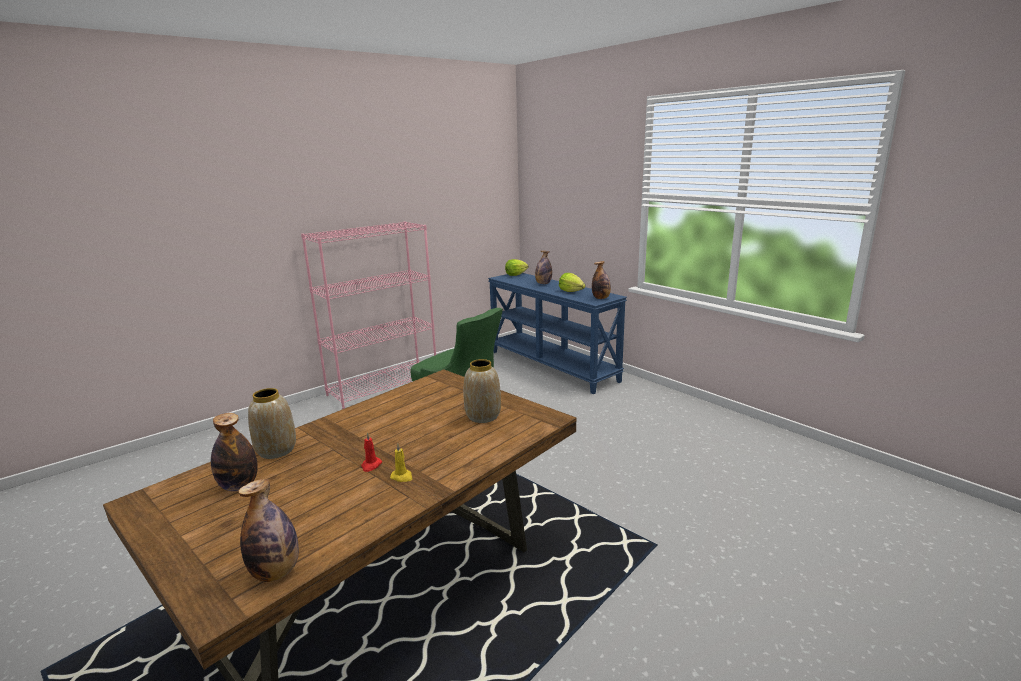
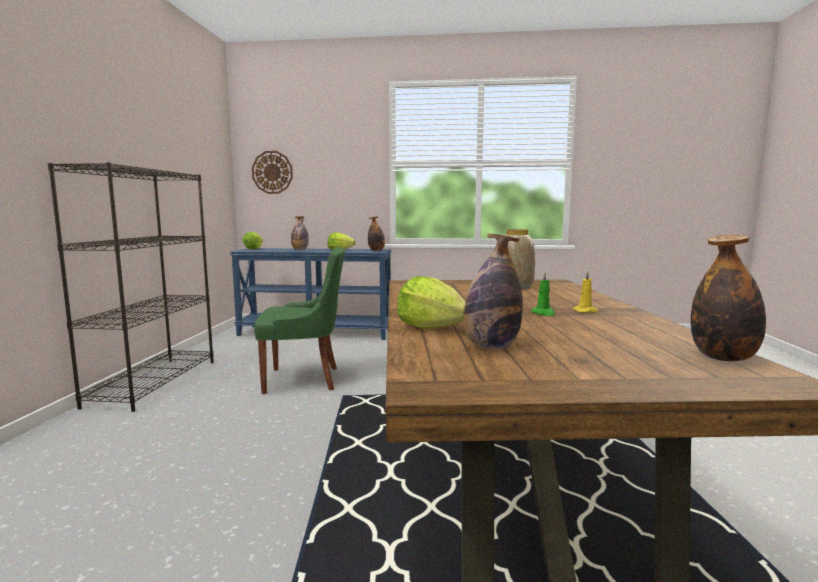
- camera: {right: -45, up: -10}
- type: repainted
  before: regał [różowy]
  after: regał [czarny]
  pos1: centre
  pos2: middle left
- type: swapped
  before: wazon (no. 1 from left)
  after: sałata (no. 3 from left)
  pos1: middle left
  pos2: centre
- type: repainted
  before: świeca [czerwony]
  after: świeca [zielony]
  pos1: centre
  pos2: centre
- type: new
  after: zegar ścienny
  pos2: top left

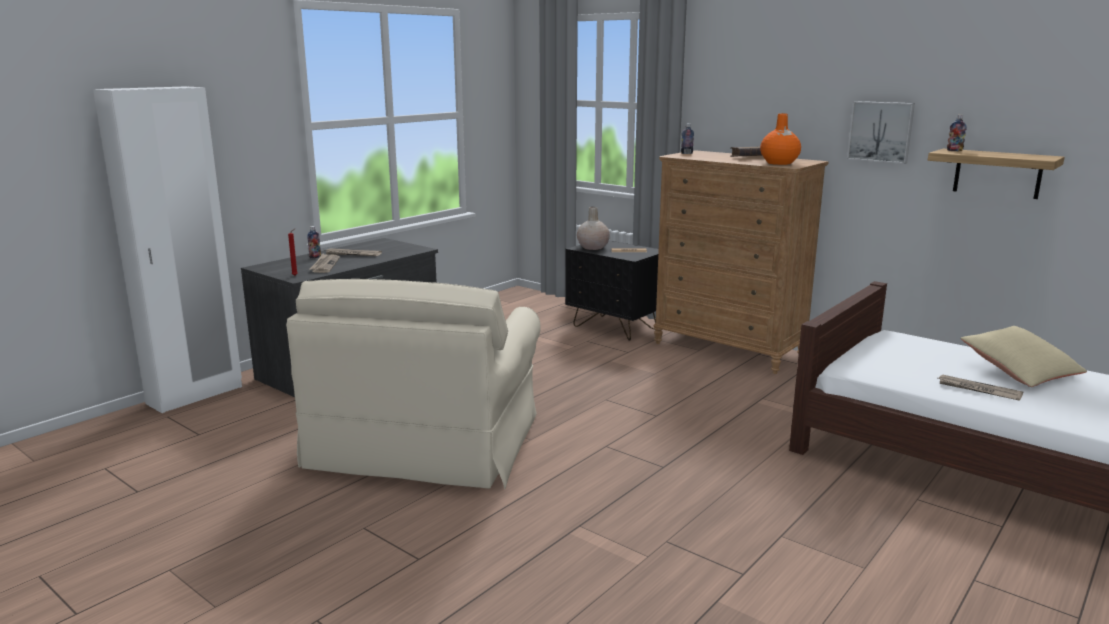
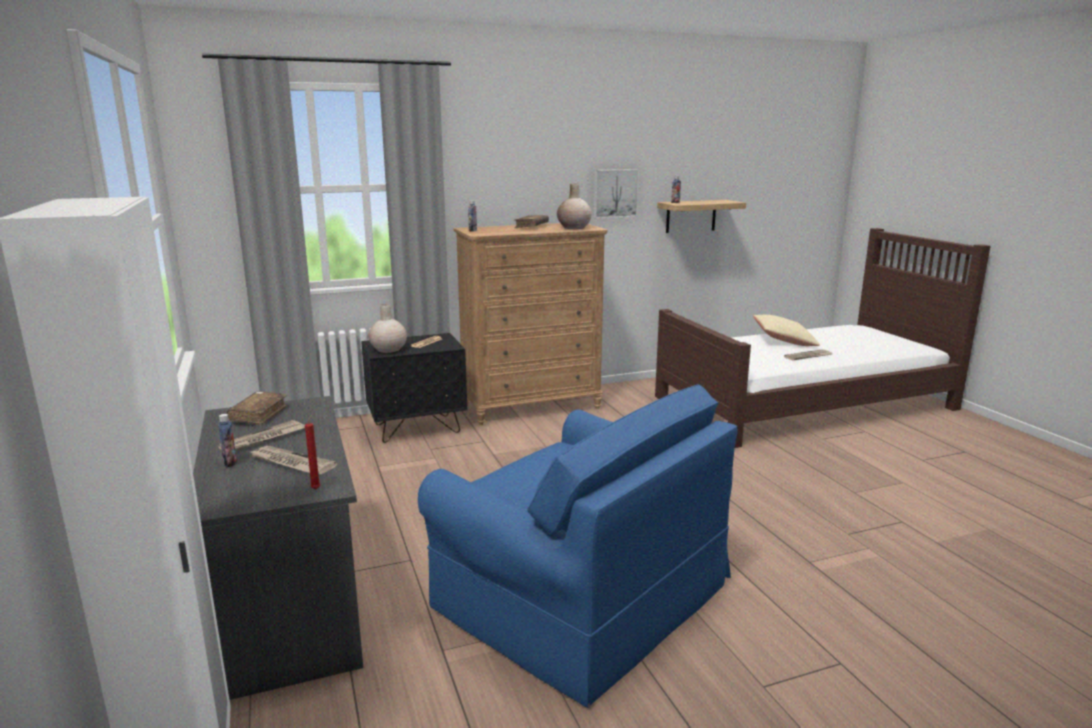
- camera: {right: -60, up: 0}
- type: repainted
  before: wazon [pomarańczowy]
  after: wazon [beżowy] (no. 2 from left)
  pos1: top right
  pos2: top centre
- type: repainted
  before: fotel [beżowy]
  after: fotel [niebieski]
  pos1: centre
  pos2: bottom centre
- type: new
  after: książka [brązowy] (no. 1 from left)
  pos2: middle left

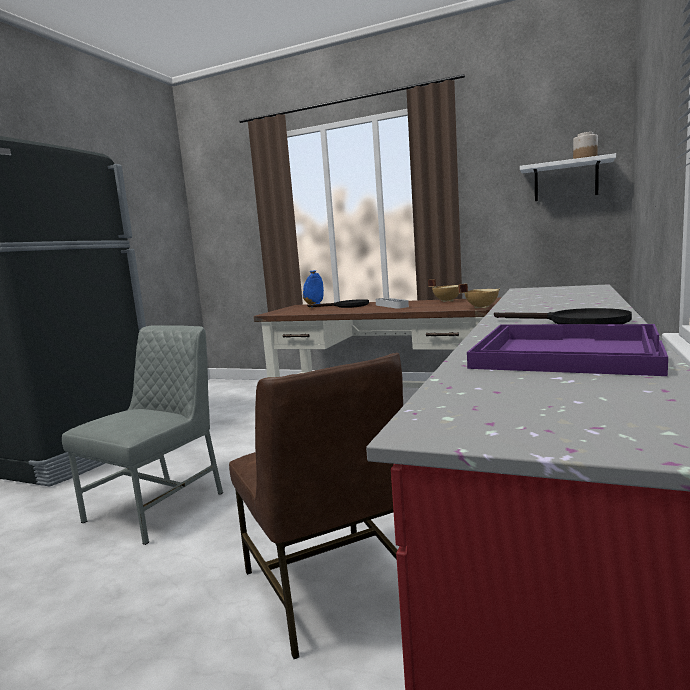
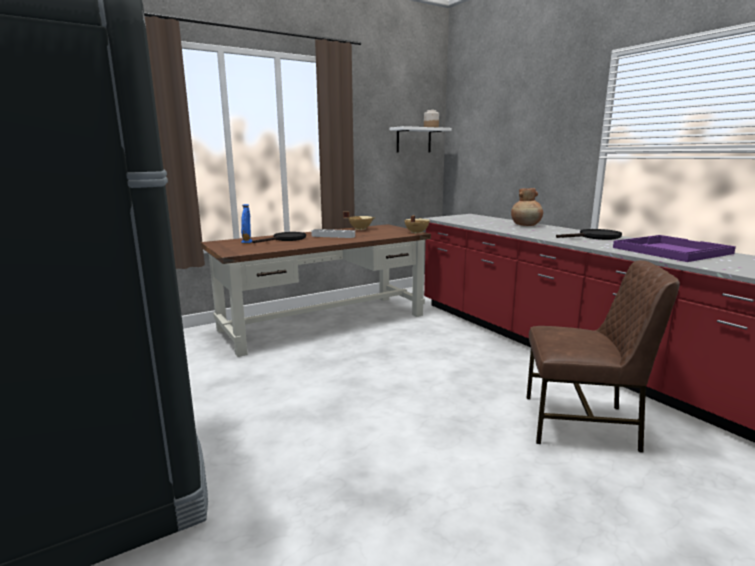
- camera: {right: -55, up: 5}
- type: gone
  before: krzesło [szary]
  pos1: middle left
- type: new
  after: wazon [brązowy]
  pos2: middle right

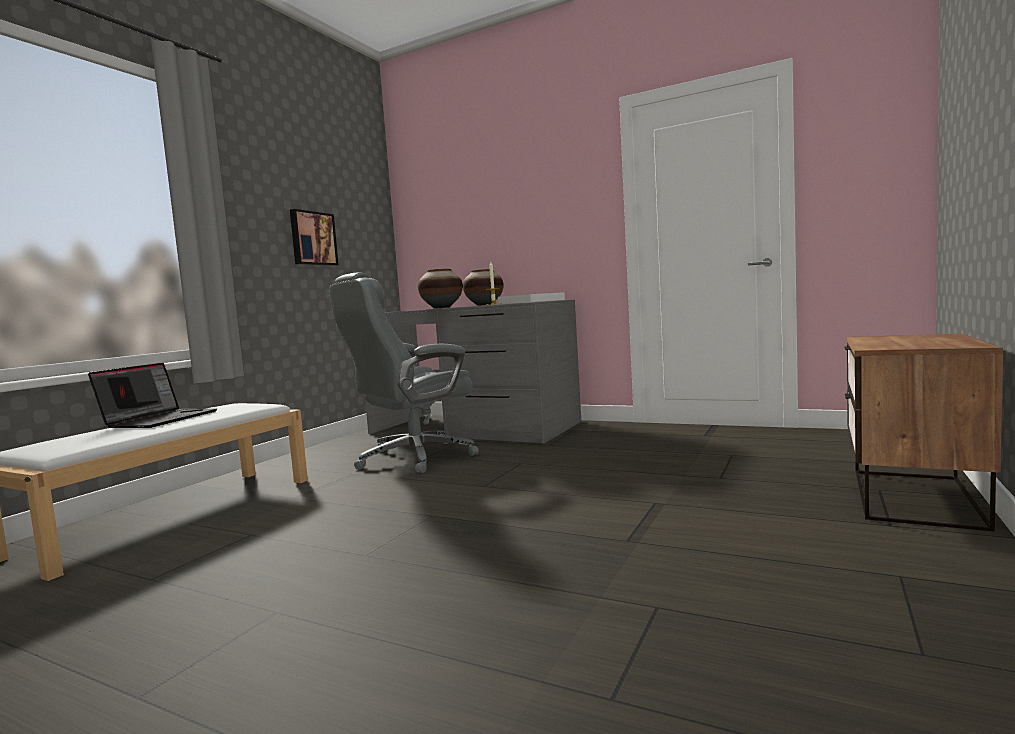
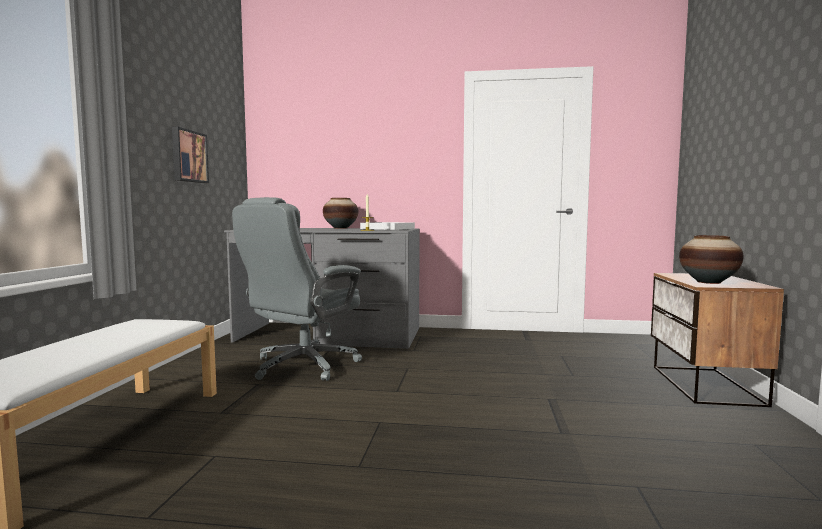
- camera: {right: -20, up: 0}
- type: shifted
  before: wazon (no. 1 from left in the first image)
  after: wazon (no. 2 from left)
  pos1: centre
  pos2: middle right
- type: gone
  before: laptop
  pos1: middle left

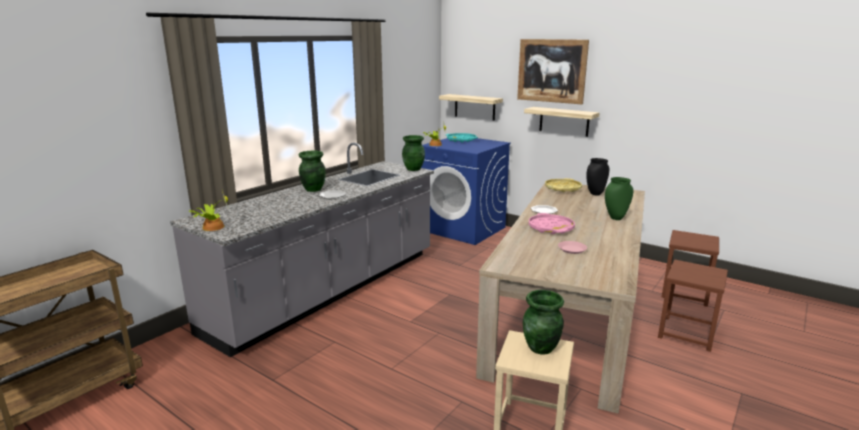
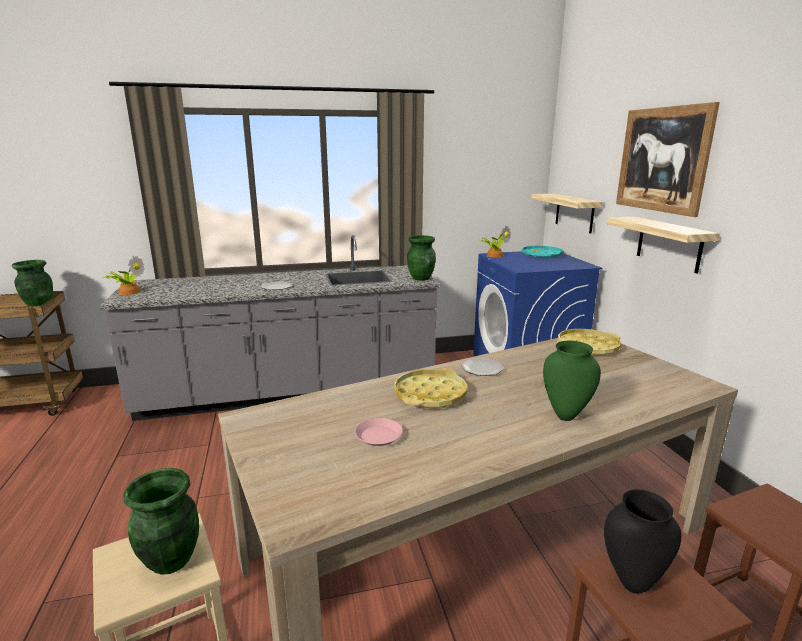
- camera: {right: 40, up: 0}
- type: shifted
  before: wazon [zielony] (no. 1 from left)
  pos1: centre
  pos2: middle left
- type: shifted
  before: wazon [czarny]
  pos1: middle right
  pos2: bottom right
- type: repainted
  before: taca [różowy]
  after: taca [żółty] (no. 1 from left)
  pos1: centre
  pos2: centre

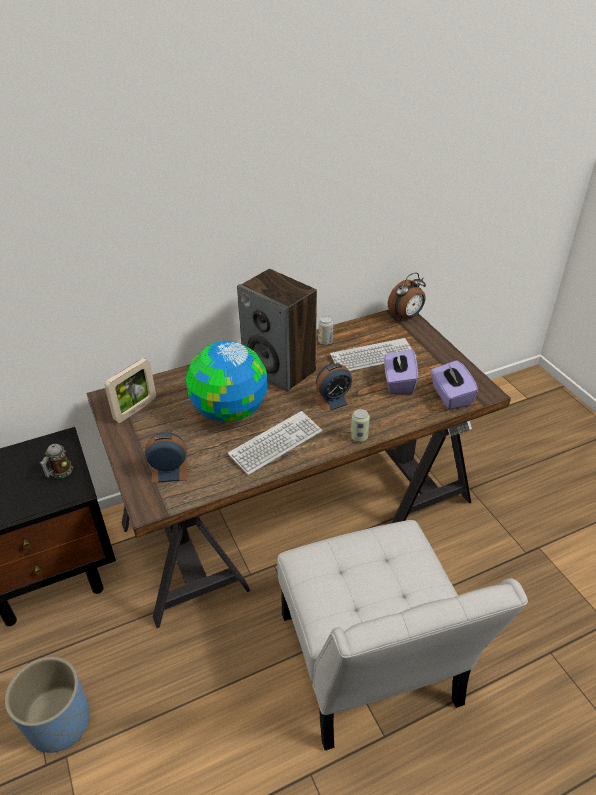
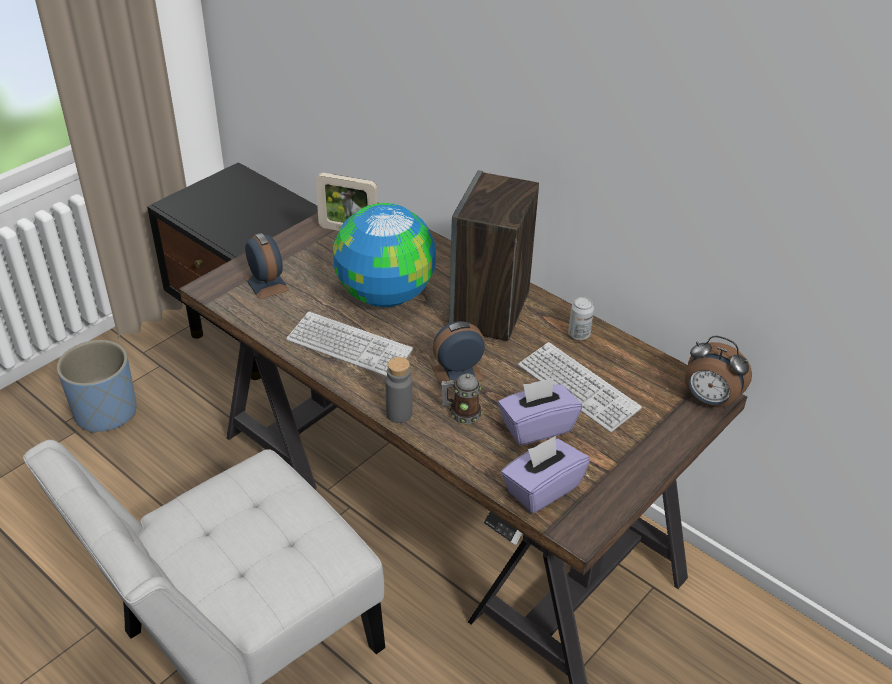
- camera: {right: 65, up: 0}
- type: rotated
  before: budzik (no. 2 from left)
  pos1: centre
  pos2: centre
  turn: 120
- type: swapped
  before: puszka (no. 2 from left)
  after: butelka [szary]
  pos1: centre
  pos2: centre
- type: shifted
  before: kubek
  pos1: middle left
  pos2: centre

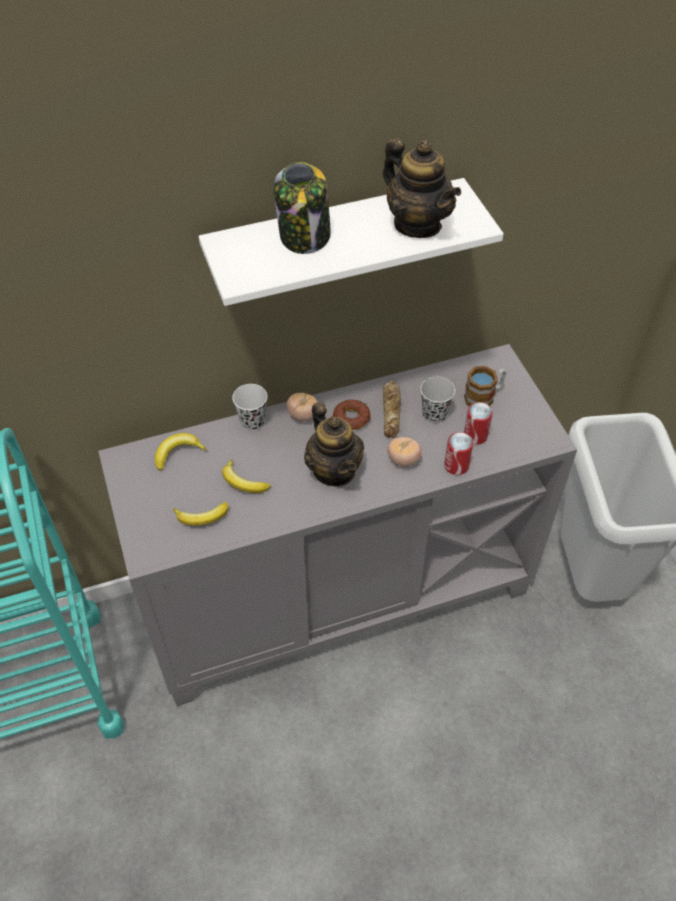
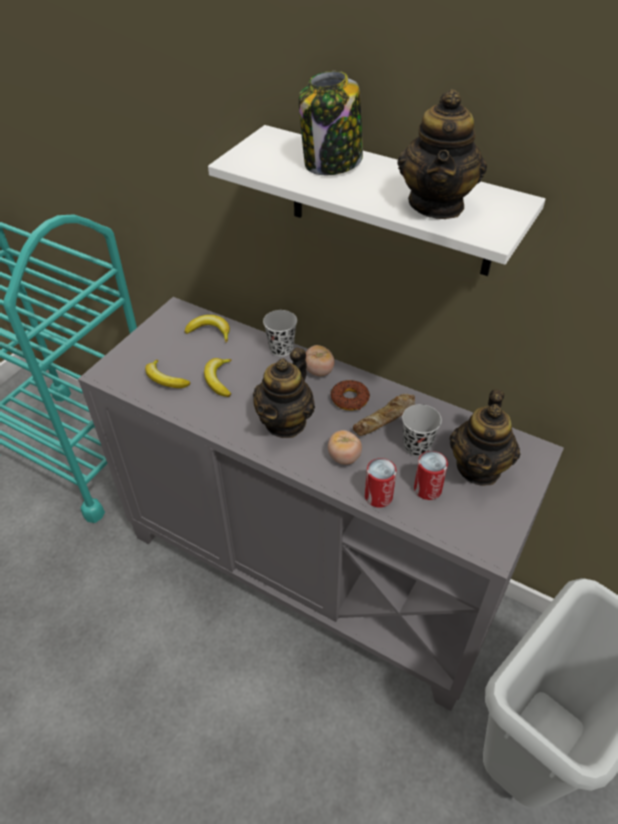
- camera: {right: 50, up: -5}
- type: swapped
  before: kubek
  after: imbryk (no. 3 from left)
  pos1: middle right
  pos2: middle right

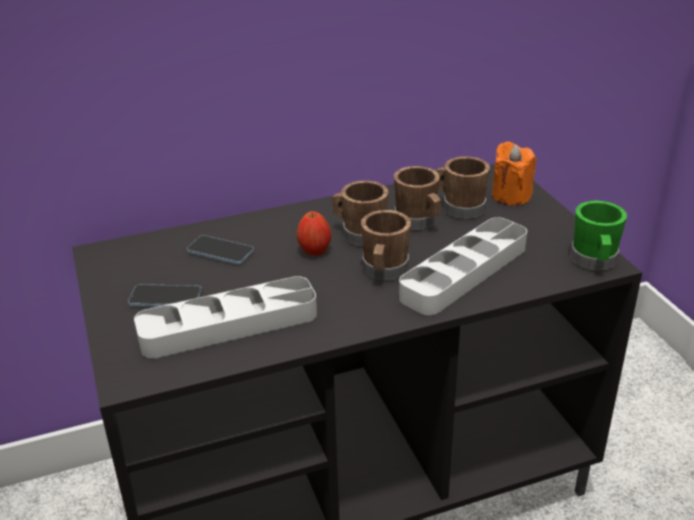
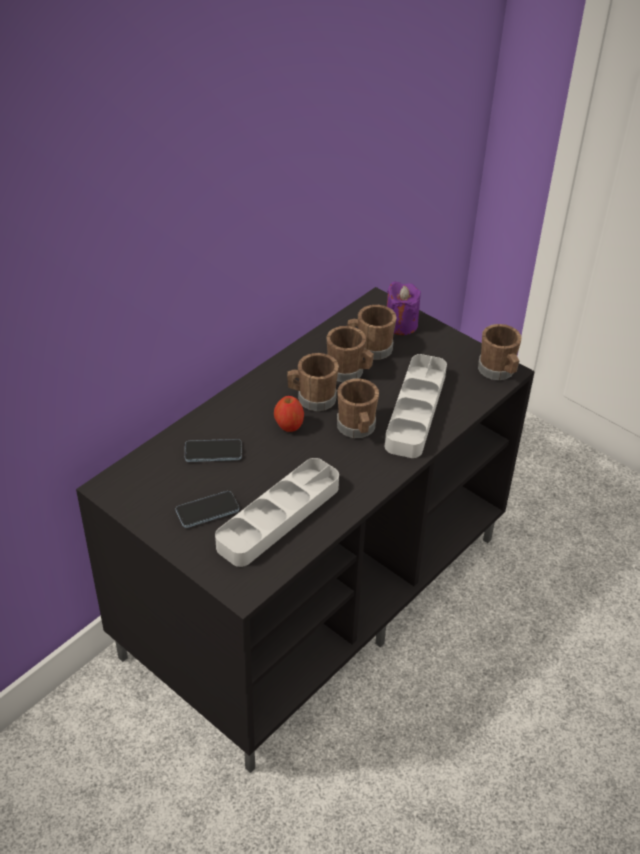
- camera: {right: -30, up: 10}
- type: repainted
  before: świeca [pomarańczowy]
  after: świeca [fioletowy]
  pos1: middle right
  pos2: centre
- type: repainted
  before: kubek [zielony]
  after: kubek [brązowy] (no. 5 from left)
  pos1: middle right
  pos2: middle right

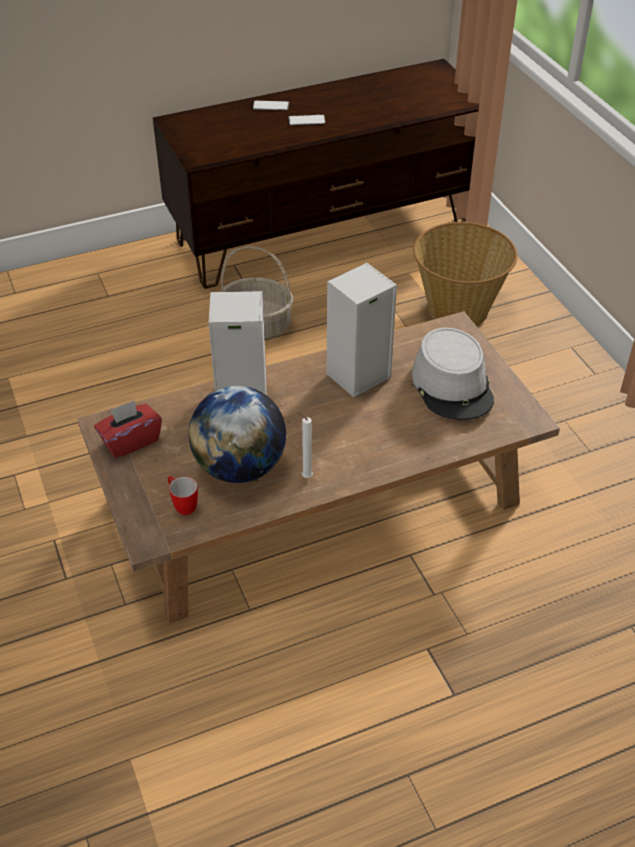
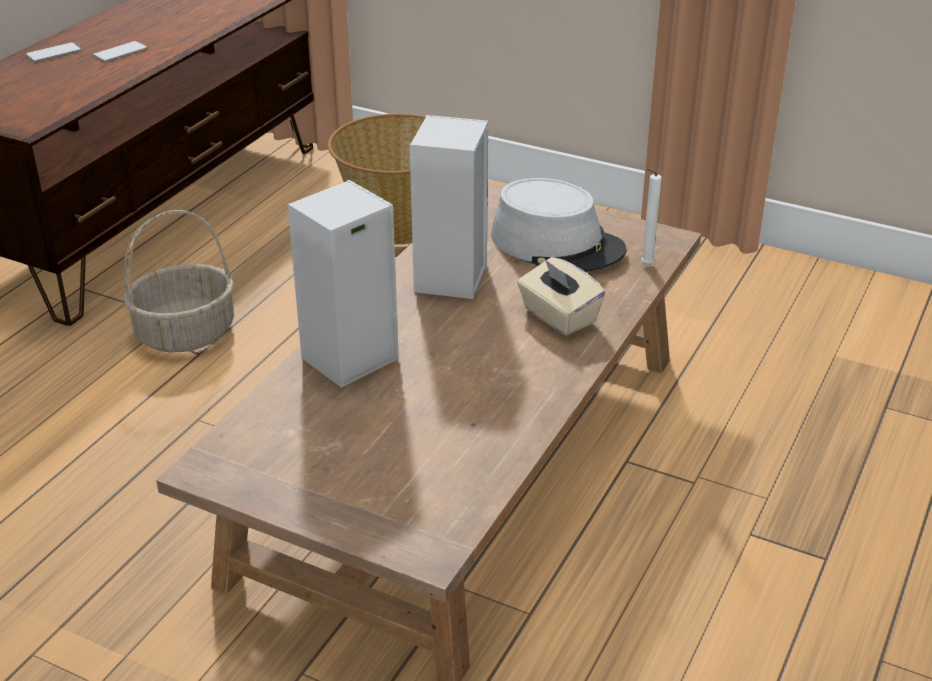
- camera: {right: -40, up: -10}
- type: gone
  before: globus
  pos1: centre
- type: gone
  before: pudełko chusteczek [czerwony]
  pos1: middle left
- type: shifted
  before: świeca [biały]
  pos1: centre
  pos2: top right
- type: gone
  before: kubek
  pos1: middle left
- type: new
  after: pudełko chusteczek [beżowy]
  pos2: centre

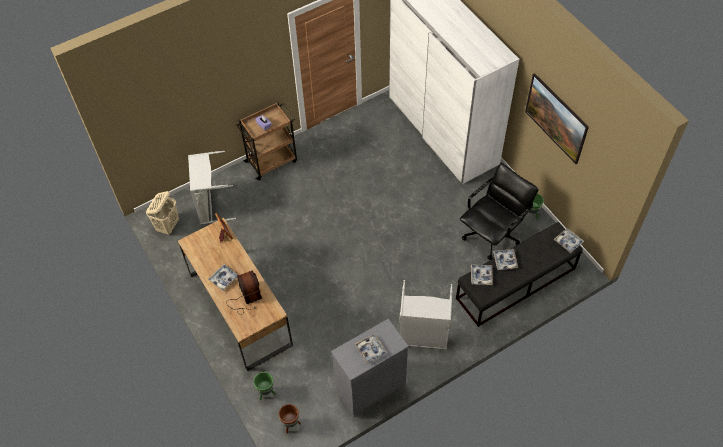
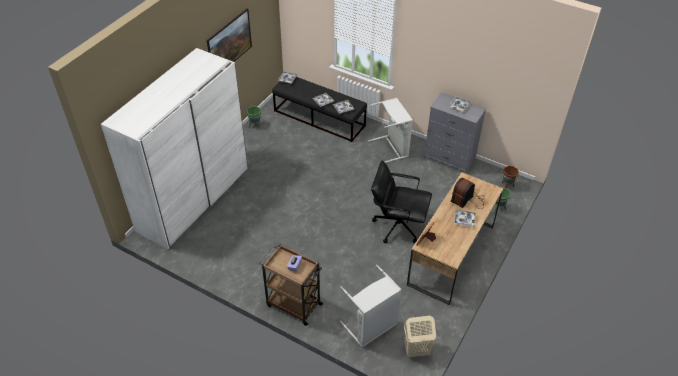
- camera: {right: -120, up: -10}
- type: shifted
  before: krzesło biurowe [czarny]
  pos1: middle right
  pos2: centre

